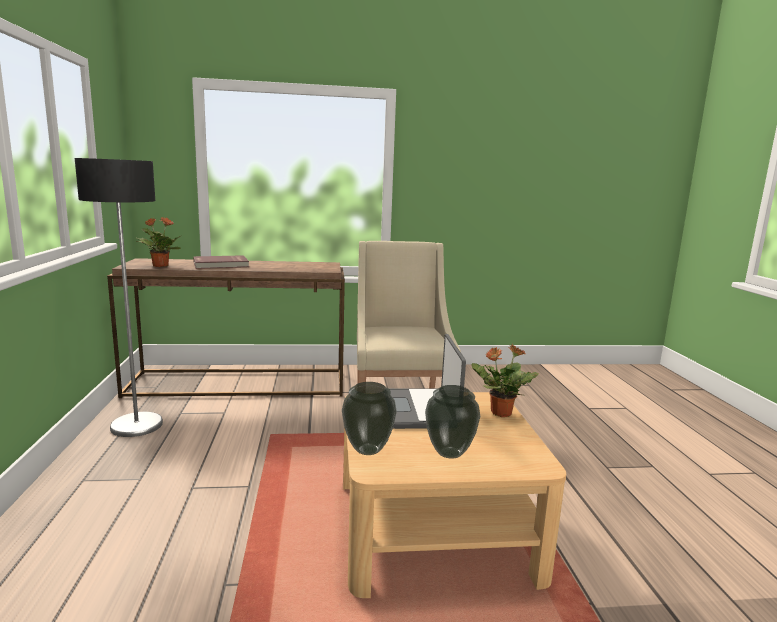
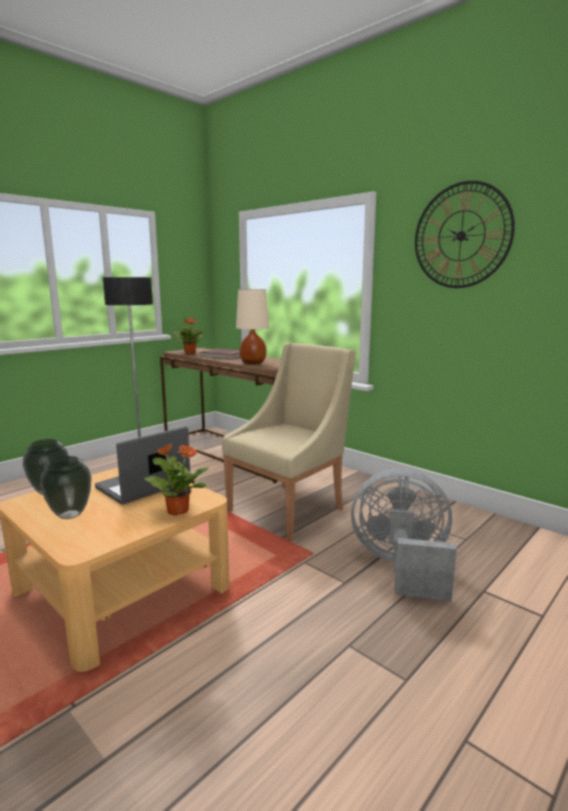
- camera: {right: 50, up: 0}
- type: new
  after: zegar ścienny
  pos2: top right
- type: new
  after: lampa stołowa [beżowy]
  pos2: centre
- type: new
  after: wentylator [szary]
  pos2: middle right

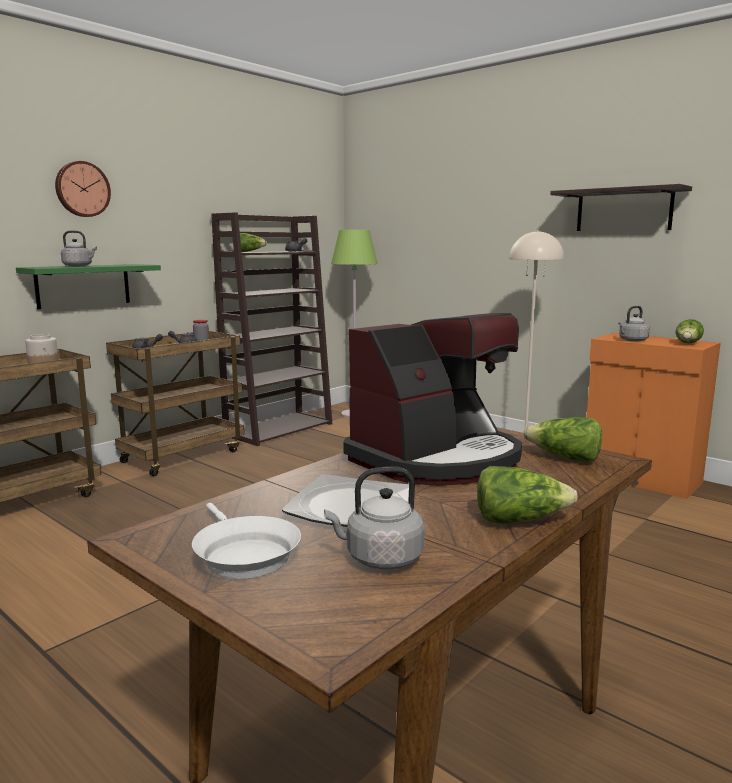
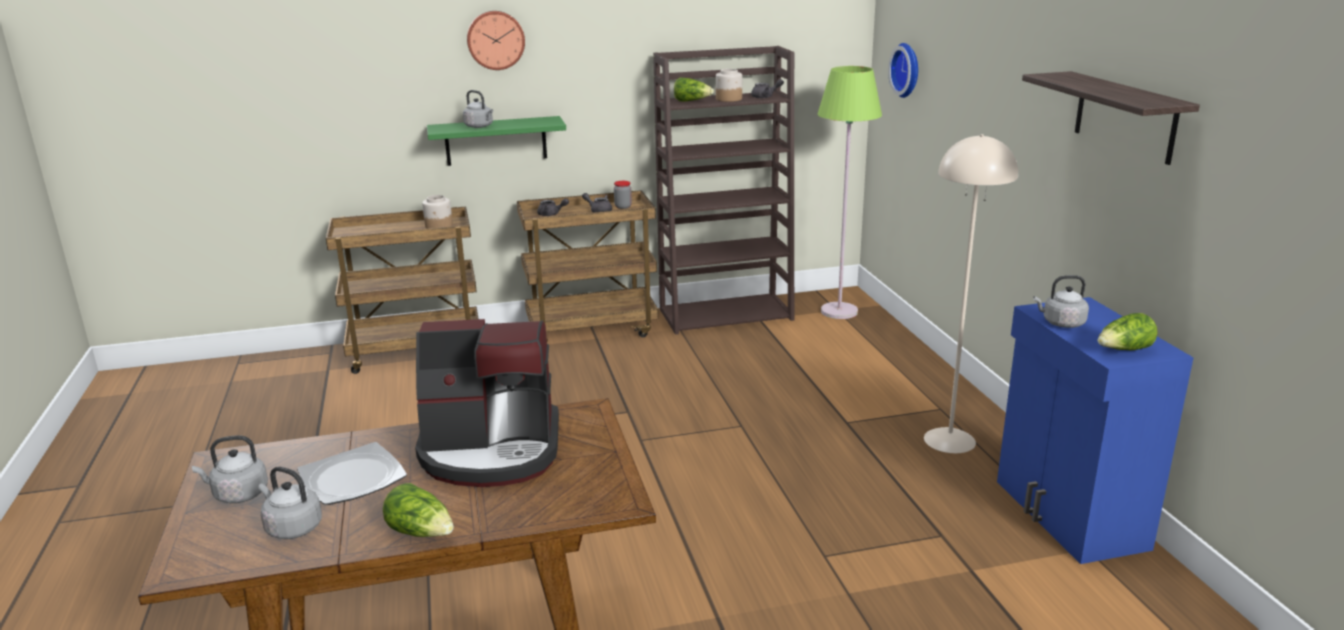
- camera: {right: 35, up: 10}
- type: repainted
  before: szafka [pomarańczowy]
  after: szafka [niebieski]
  pos1: middle right
  pos2: bottom right
- type: gone
  before: sałata (no. 3 from left)
  pos1: middle right
- type: swapped
  before: patelnia [biały]
  after: czajnik [szary] (no. 1 from left)
  pos1: bottom centre
  pos2: bottom left
- type: new
  after: zegar ścienny (no. 2 from left)
  pos2: top right
- type: new
  after: słoik (no. 3 from left)
  pos2: top centre

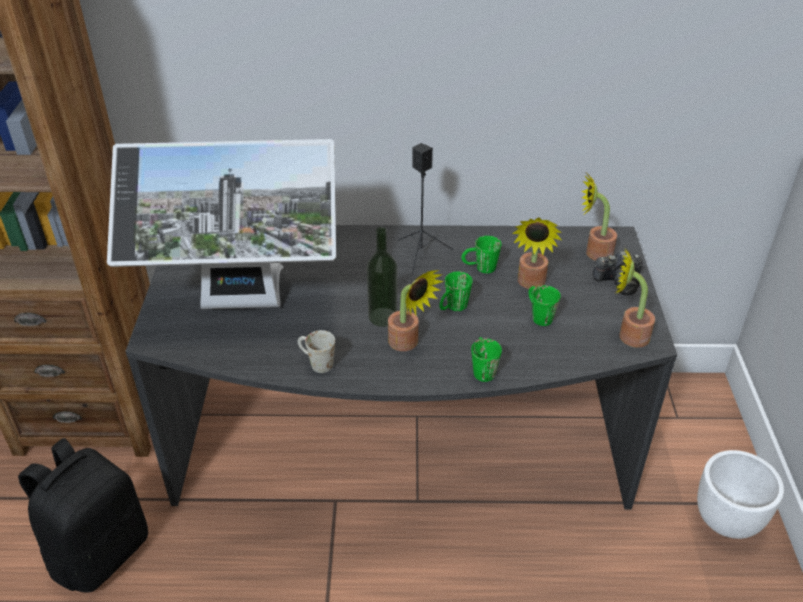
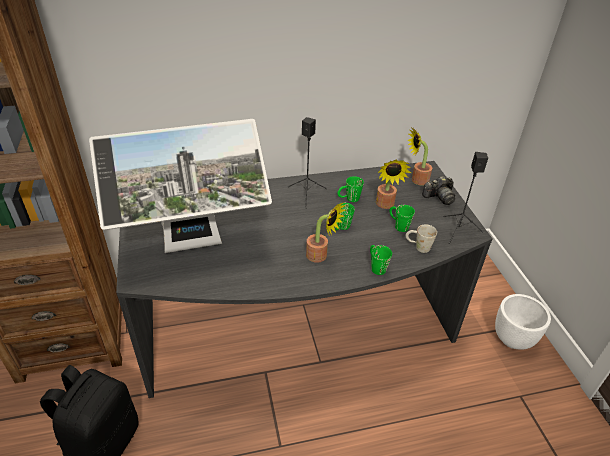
- camera: {right: -15, up: 0}
- type: gone
  before: butelka
  pos1: centre
- type: swapped
  before: roślina doniczkowa (no. 4 from left)
  after: głośnik [czarny] (no. 2 from left)
  pos1: middle right
  pos2: middle right
- type: shifted
  before: kubek [biały]
  pos1: centre
  pos2: middle right

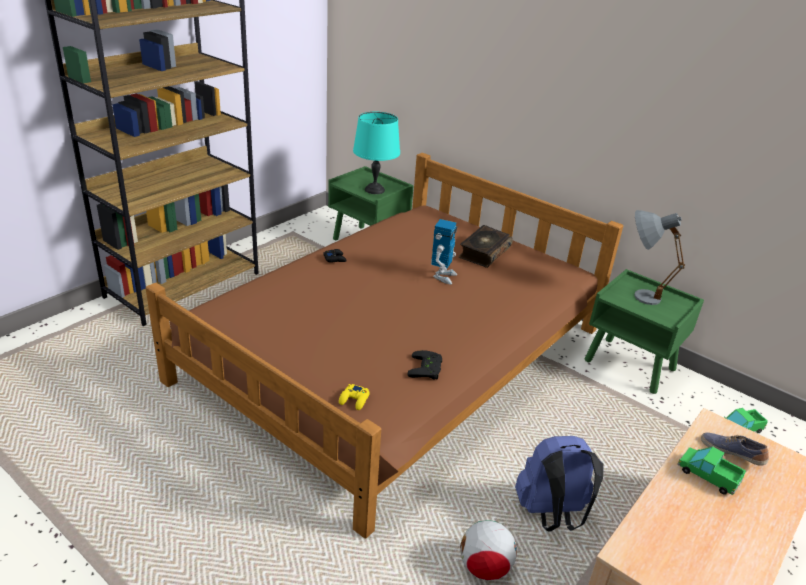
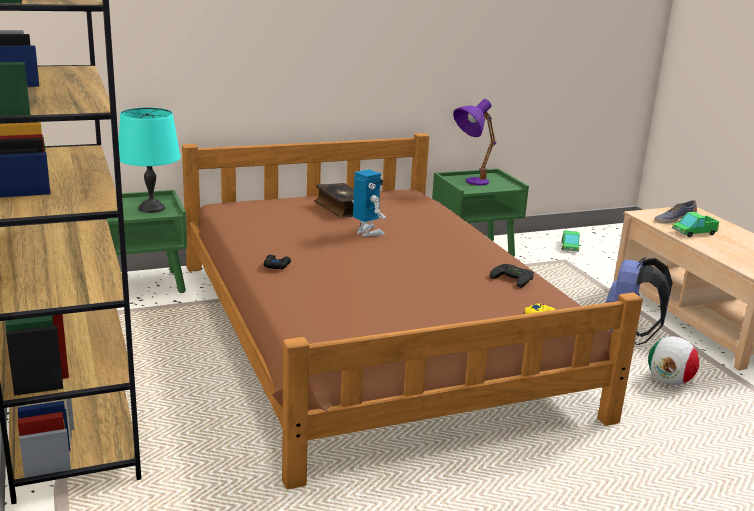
- camera: {right: -60, up: -10}
- type: repainted
  before: lampa stołowa [szary]
  after: lampa stołowa [fioletowy]
  pos1: middle right
  pos2: top centre

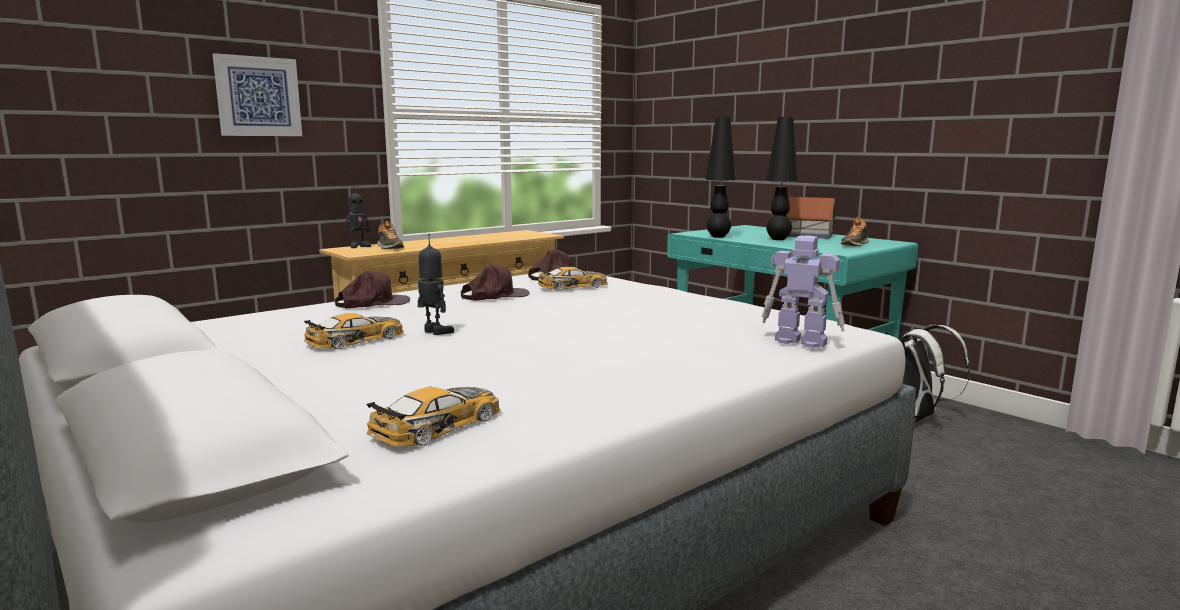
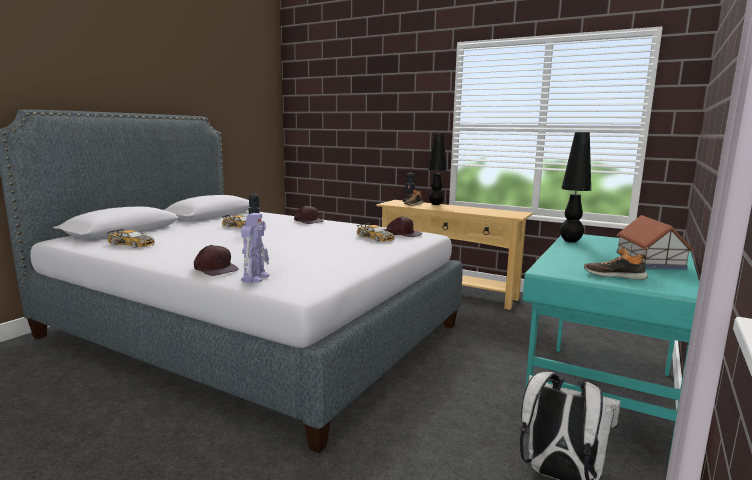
- camera: {right: 70, up: 0}
- type: gone
  before: obraz
  pos1: top left
- type: shifted
  before: lampa stołowa [czarny] (no. 2 from left in the first image)
  after: lampa stołowa [czarny] (no. 1 from left)
  pos1: top centre
  pos2: centre
- type: shifted
  before: czapka z daszkiem [brązowy] (no. 2 from left in the first image)
  after: czapka z daszkiem [brązowy] (no. 1 from left)
  pos1: centre
  pos2: middle left

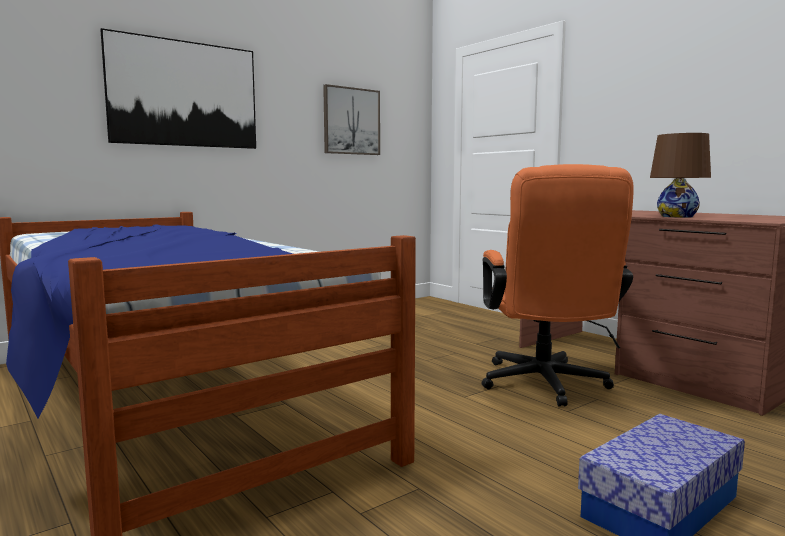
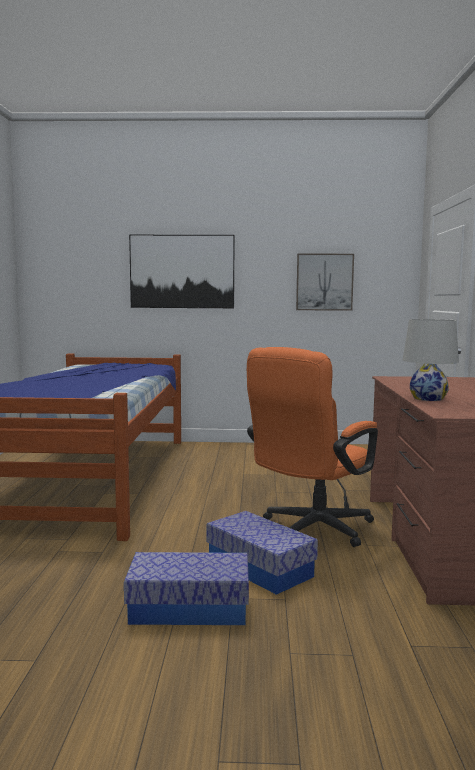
- camera: {right: 40, up: 0}
- type: repainted
  before: lampa stołowa [brązowy]
  after: lampa stołowa [biały]
  pos1: top right
  pos2: middle right
- type: new
  after: pojemnik do przechowywania (no. 2 from left)
  pos2: bottom centre

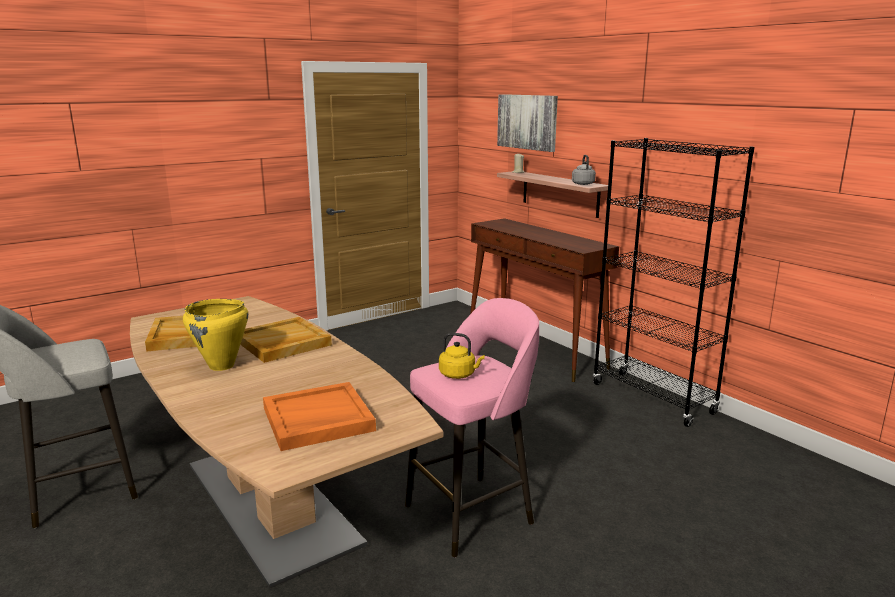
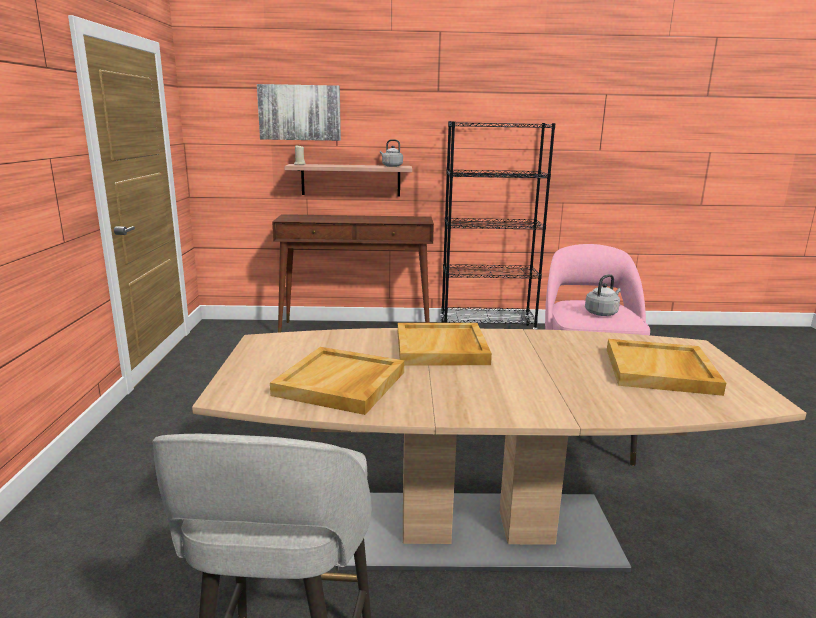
- camera: {right: -55, up: 0}
- type: gone
  before: garnek [żółty]
  pos1: middle left
- type: repainted
  before: czajnik [żółty]
  after: czajnik [szary] (no. 2 from left)
  pos1: centre
  pos2: middle right
- type: repainted
  before: taca [pomarańczowy]
  after: taca [beżowy] (no. 3 from left)
  pos1: bottom centre
  pos2: middle right

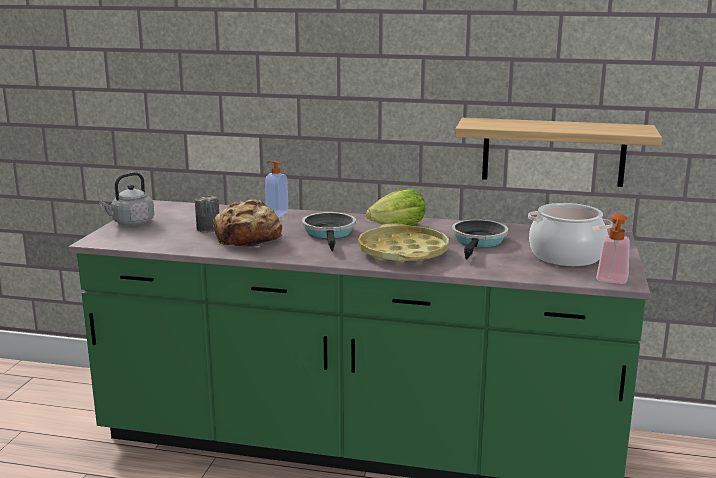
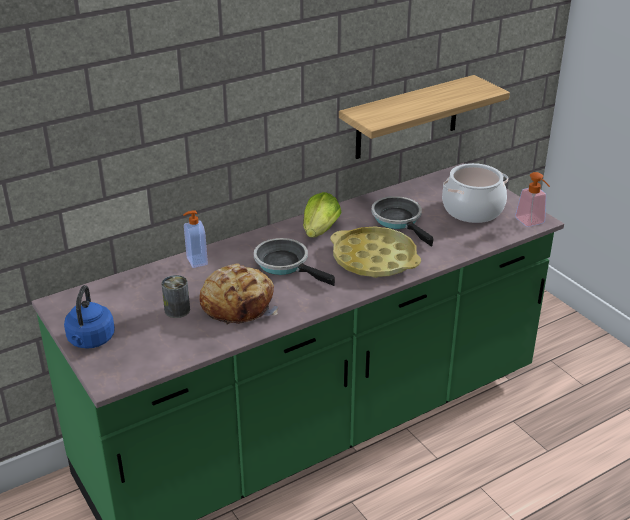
- camera: {right: -45, up: 15}
- type: repainted
  before: czajnik [szary]
  after: czajnik [niebieski]
  pos1: middle left
  pos2: middle left

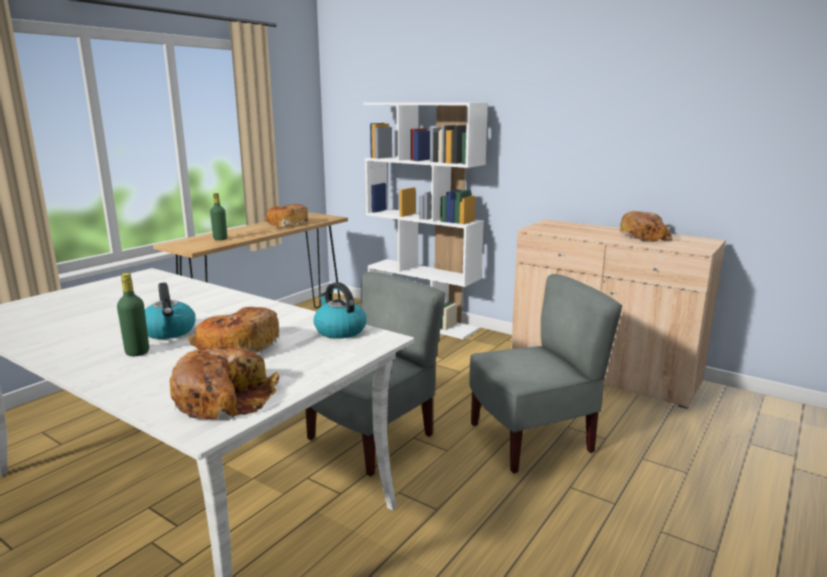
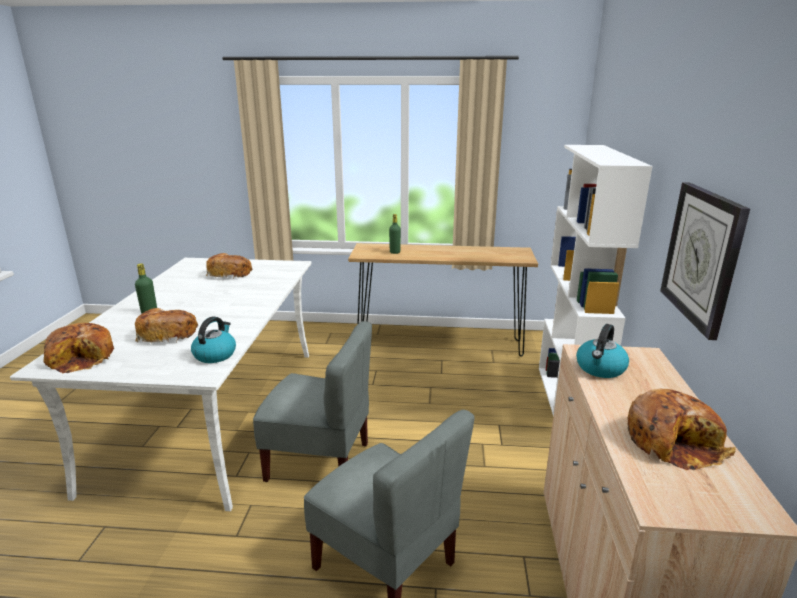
- camera: {right: 60, up: 5}
- type: shifted
  before: chleb (no. 3 from left)
  pos1: centre
  pos2: middle left
- type: shifted
  before: czajnik (no. 1 from left in the first image)
  after: czajnik (no. 2 from left)
  pos1: middle left
  pos2: middle right
- type: new
  after: zegar ścienny
  pos2: middle right

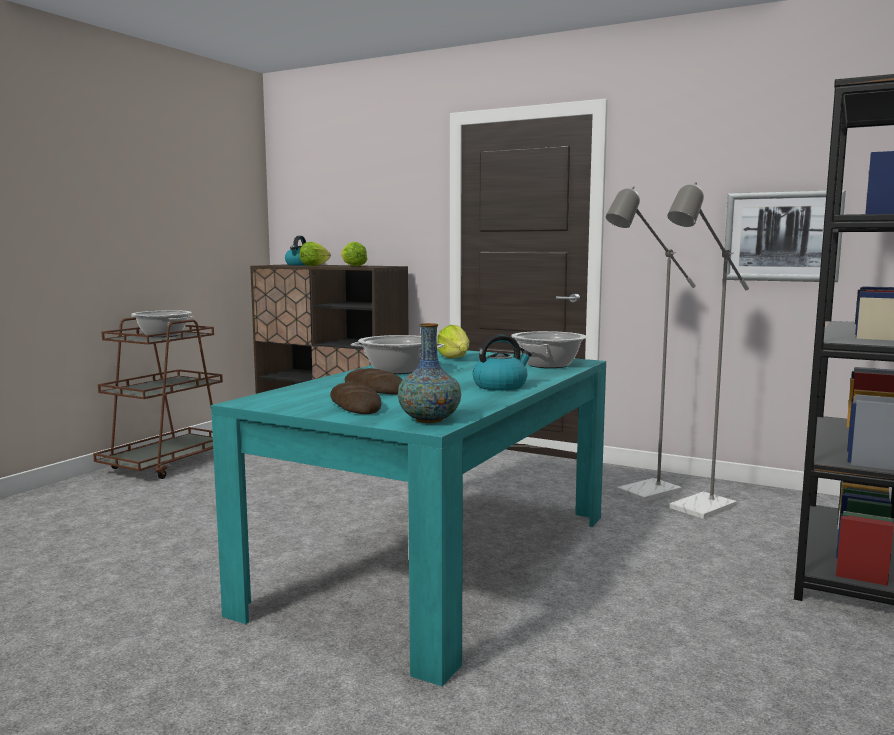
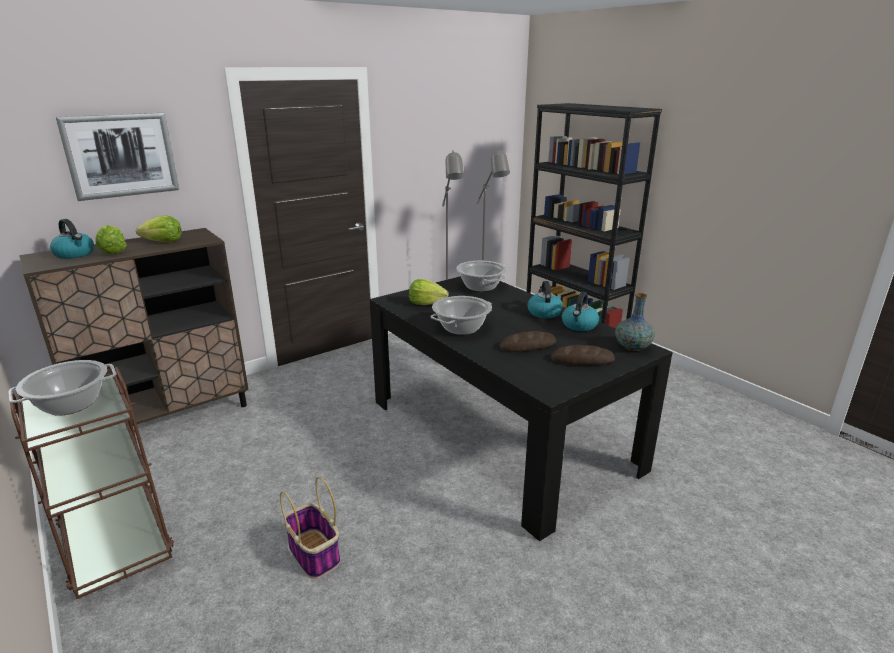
- camera: {right: -65, up: 15}
- type: shifted
  before: obraz
  pos1: top right
  pos2: top left
- type: repainted
  before: stół jadalny [turkusowy]
  after: stół jadalny [czarny]
  pos1: bottom centre
  pos2: centre
- type: new
  after: czajnik (no. 3 from left)
  pos2: centre
- type: new
  after: koszyk
  pos2: bottom centre

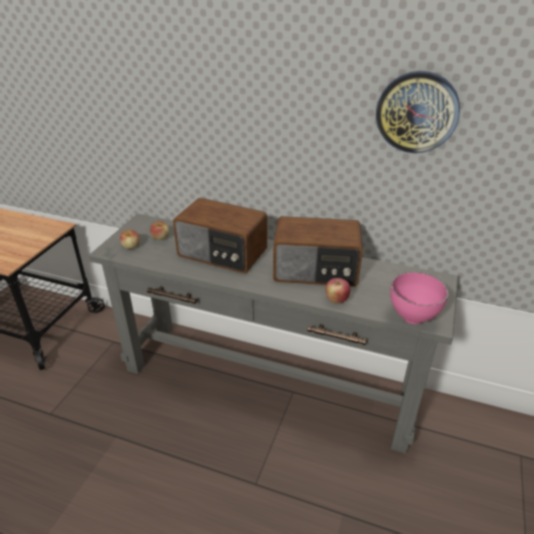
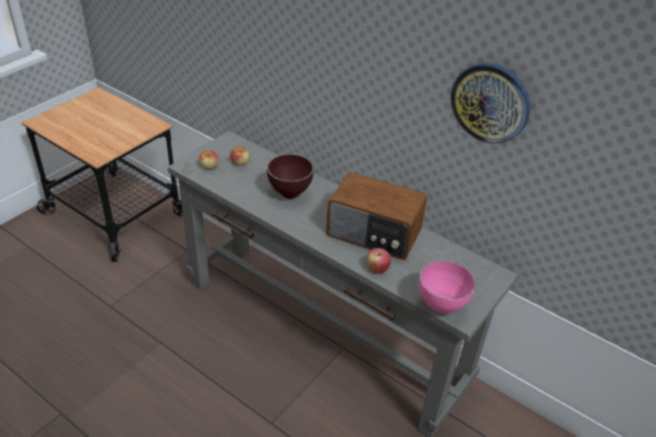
- camera: {right: 15, up: 5}
- type: swapped
  before: radio (no. 1 from left)
  after: miska [brązowy]
  pos1: centre
  pos2: centre

